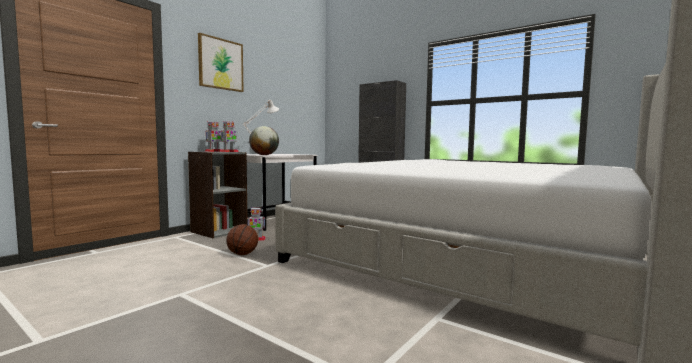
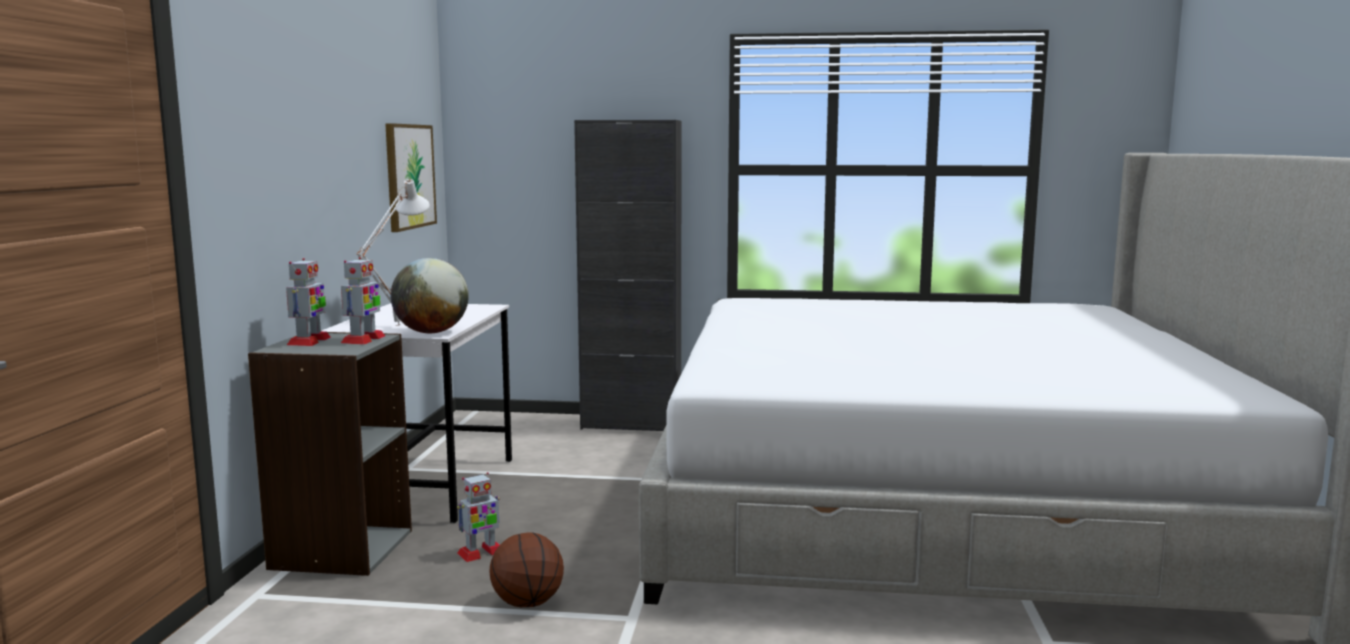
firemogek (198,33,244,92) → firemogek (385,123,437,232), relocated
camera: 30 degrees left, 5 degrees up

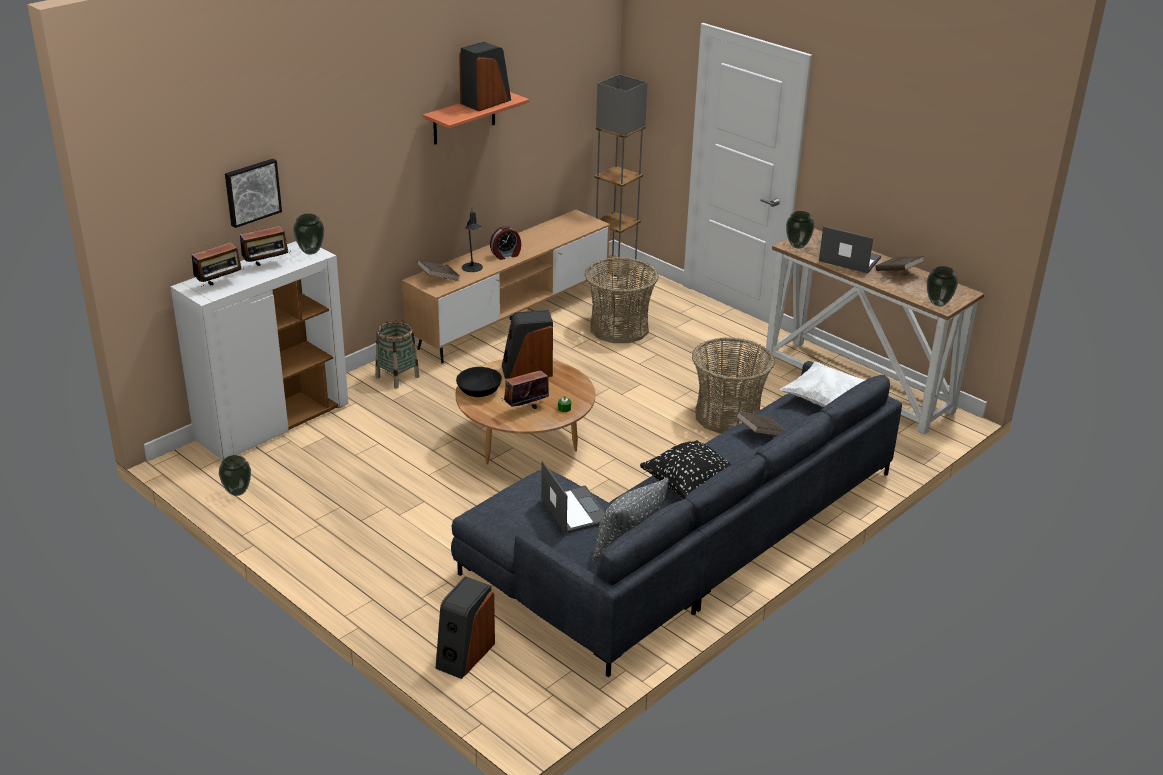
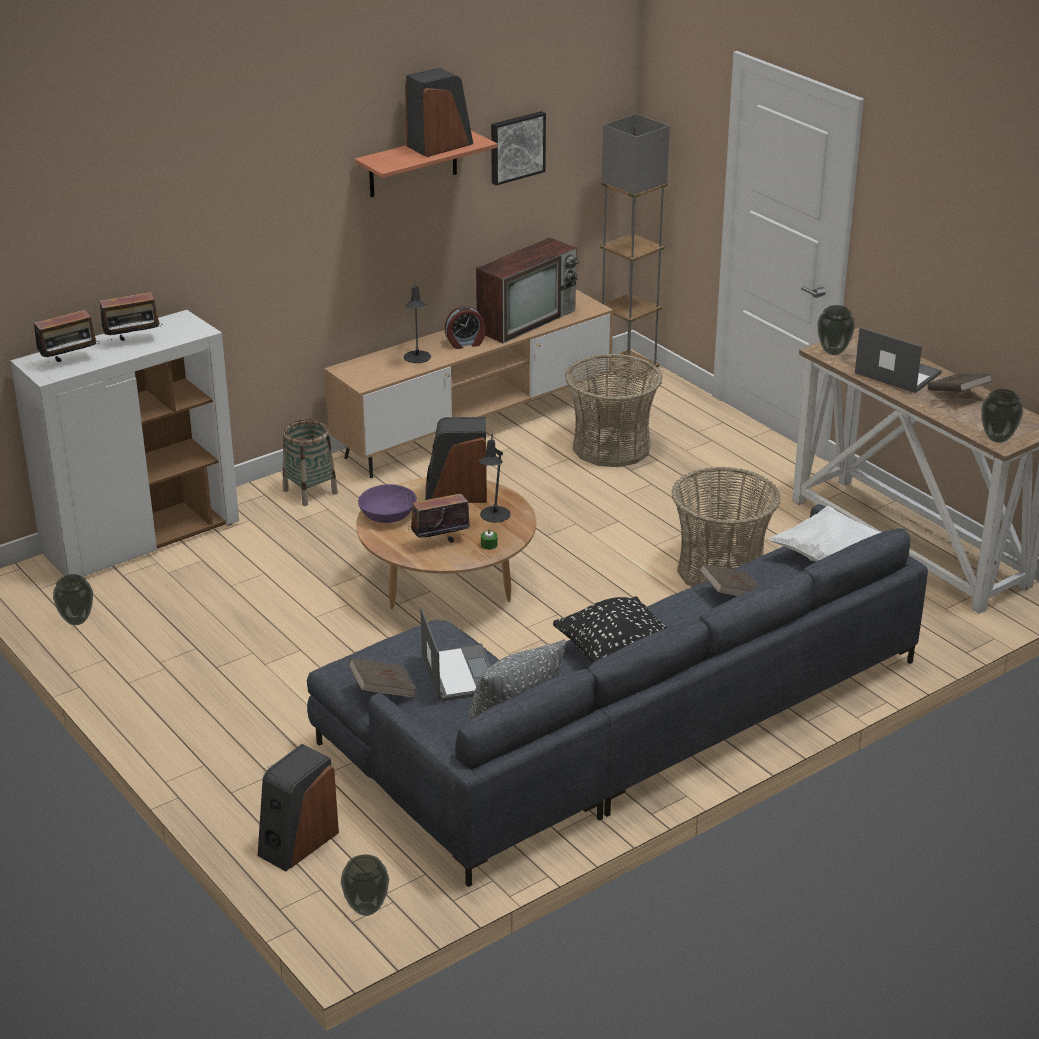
firemogek (225,159,282,228) → firemogek (491,111,546,185), relocated
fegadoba (293,214,324,254) → fegadoba (341,854,389,916), relocated
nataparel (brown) (417,259,460,281) → nataparel (brown) (349,658,417,698), relocated
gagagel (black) (456,367,502,397) → gagagel (purple) (358,484,417,523)
- → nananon (476,238,579,343)
- → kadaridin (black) (479,433,511,523)
camera: 10 degrees right, 0 degrees up

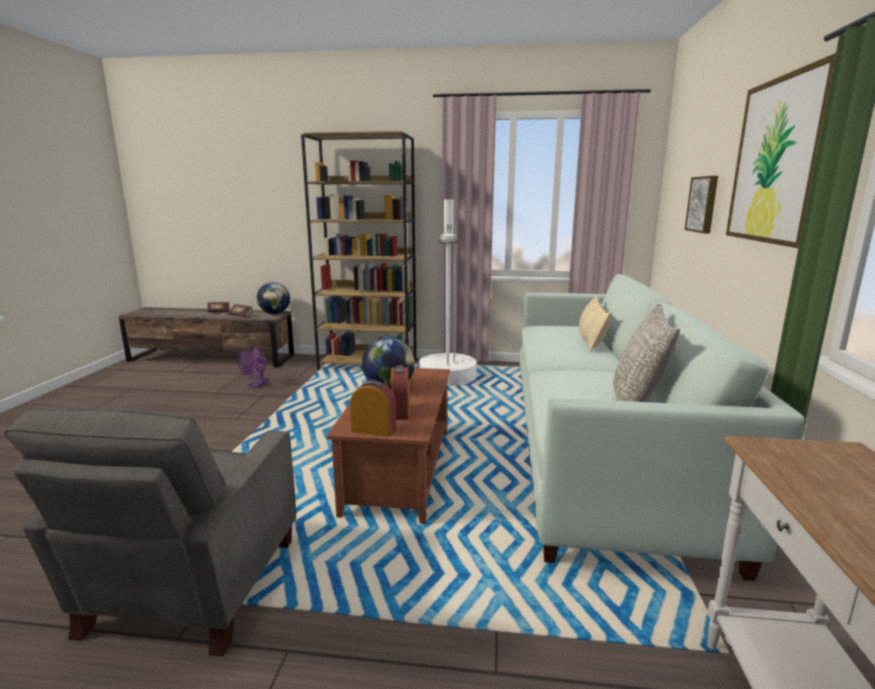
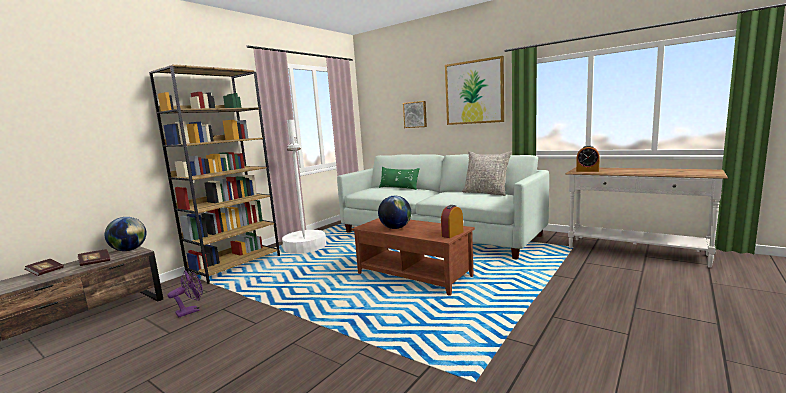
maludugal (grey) (4,408,296,657) → -
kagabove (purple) (238,346,269,388) → kagabove (purple) (167,270,203,318), 90 degrees counterclockwise
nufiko (391,365,409,420) → nufiko (576,145,600,172), relocated
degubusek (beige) (579,295,610,352) → degubusek (green) (379,167,420,190)
camera: 60 degrees left, 5 degrees down

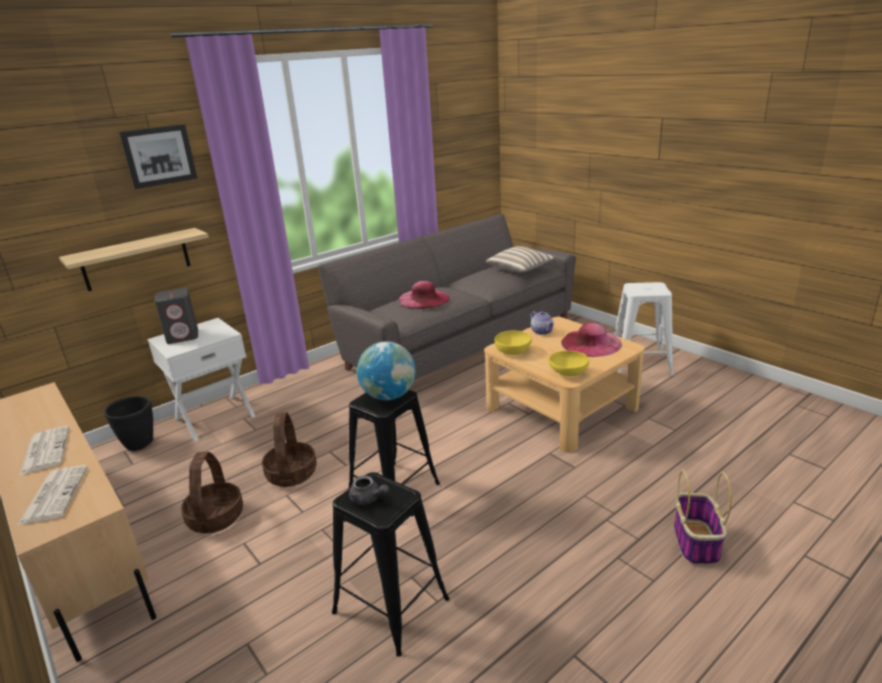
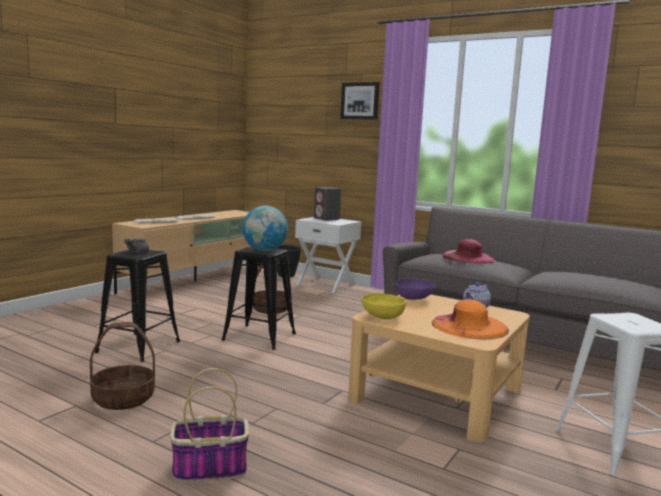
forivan (59,228,209,291) → -
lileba (181,452,243,534) → lileba (90,322,155,410), relocated
degubusek (485,246,556,273) → -
gagagel (yellow) (495,330,532,355) → gagagel (purple) (396,278,435,300)
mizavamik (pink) (561,323,622,357) → mizavamik (orange) (432,299,509,339)
camera: 70 degrees right, 15 degrees down

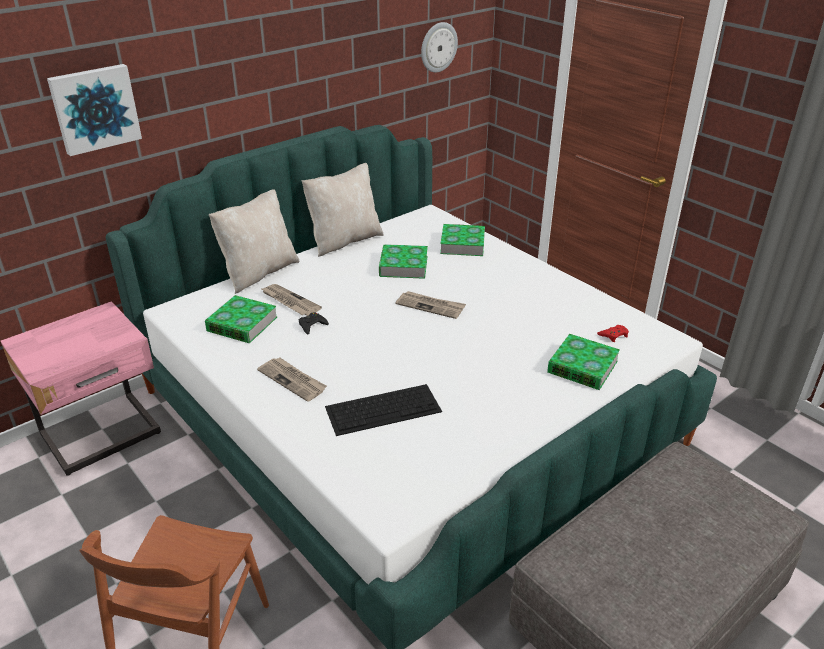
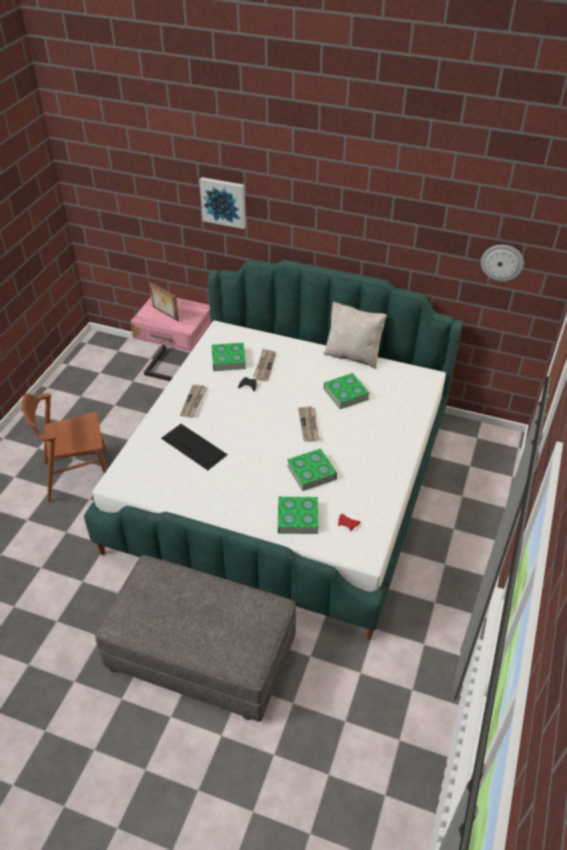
degubusek (beige) (209,189,299,294) → -
nataparel (440,224,485,256) → nataparel (287,449,337,491), relocated
- → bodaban (149,282,179,322)
camera: 60 degrees right, 10 degrees up

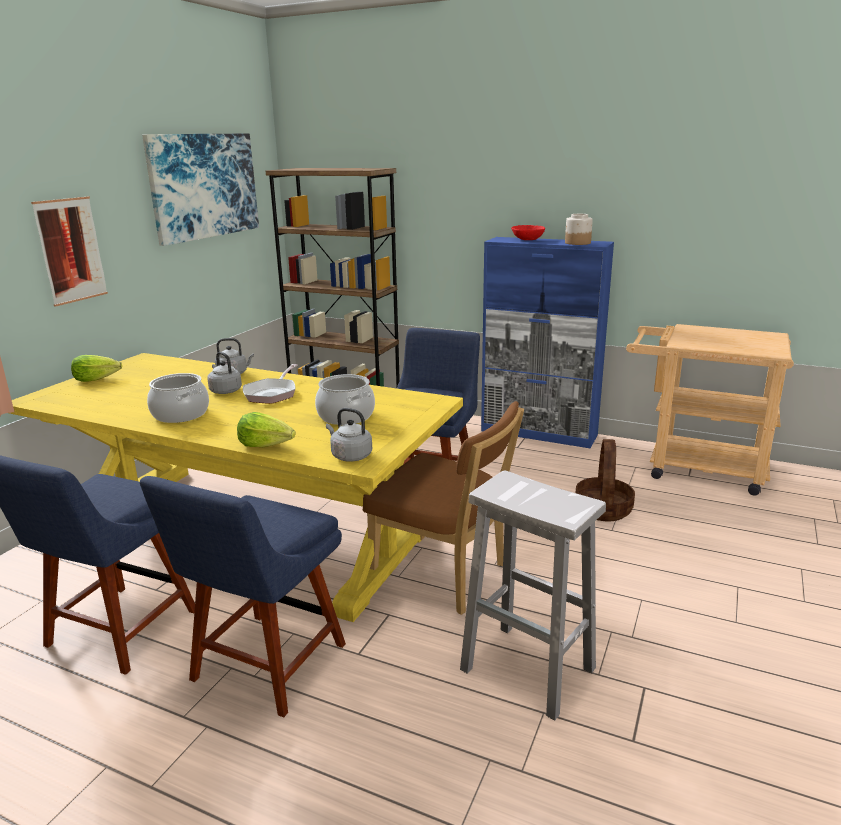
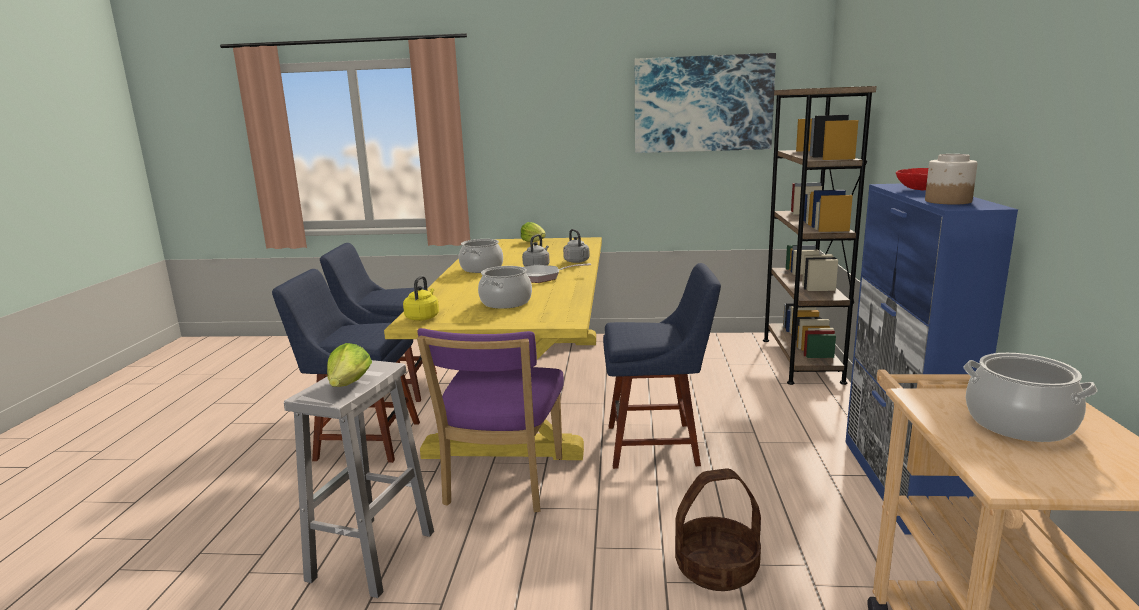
firemogek (31,196,108,307) → -
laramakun (237,412,296,447) → laramakun (327,343,372,387), relocated
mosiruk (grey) (326,408,372,462) → mosiruk (yellow) (403,276,439,321)
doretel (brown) (363,401,524,615) → doretel (purple) (417,328,564,512)
- → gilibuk (963,353,1097,442)
camera: 70 degrees right, 5 degrees down

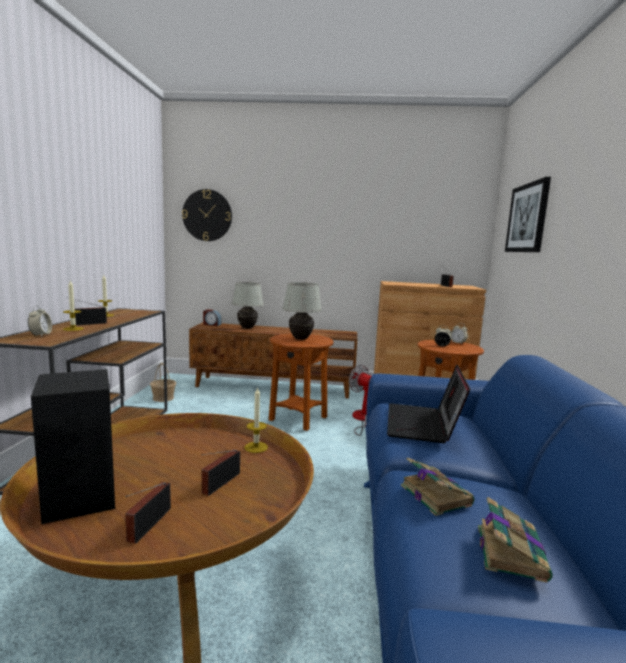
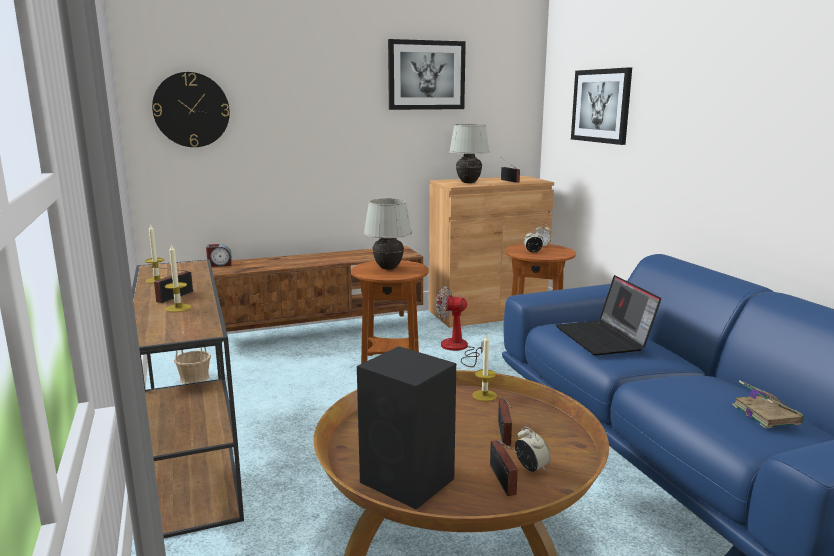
nufiko (28,306,52,337) → nufiko (515,426,551,472), relocated
kadaridin (white) (232,282,264,329) → kadaridin (white) (449,124,490,183), relocated
nataparel (401,457,474,516) → -
- → firemogek (388,39,466,110)
camera: 25 degrees left, 5 degrees up

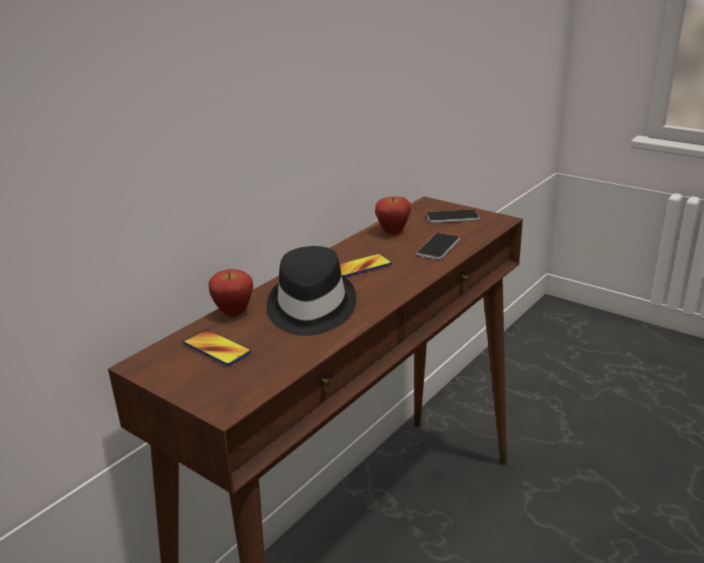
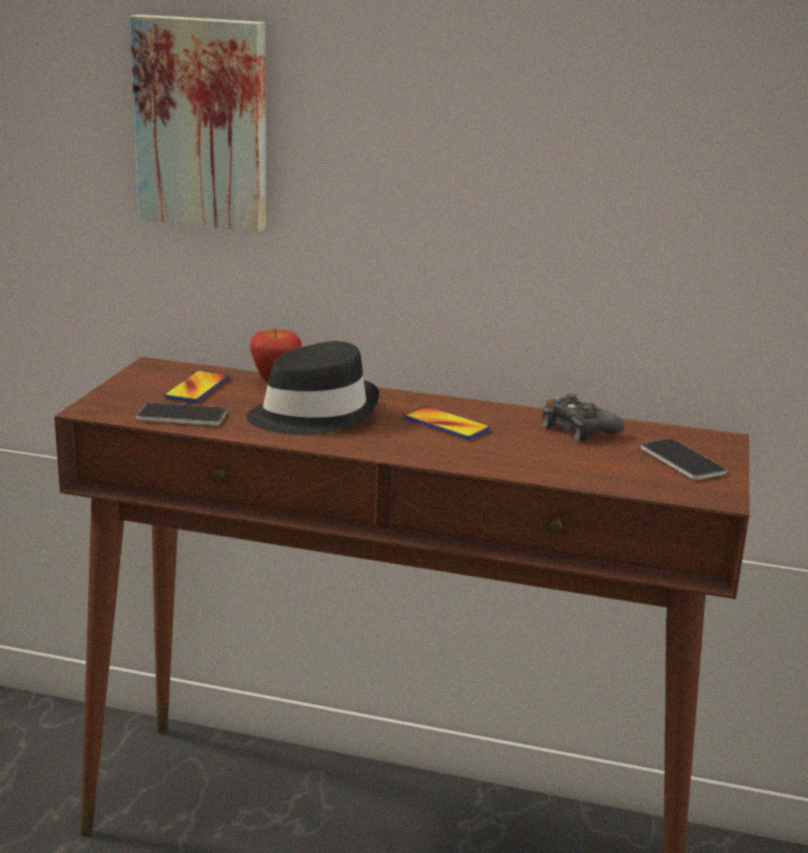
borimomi (375,196,411,235) → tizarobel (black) (542,394,625,441)
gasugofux (416,233,460,260) → gasugofux (136,403,227,426), relocated
- → firemogek (130,14,266,232)
camera: 65 degrees right, 5 degrees down

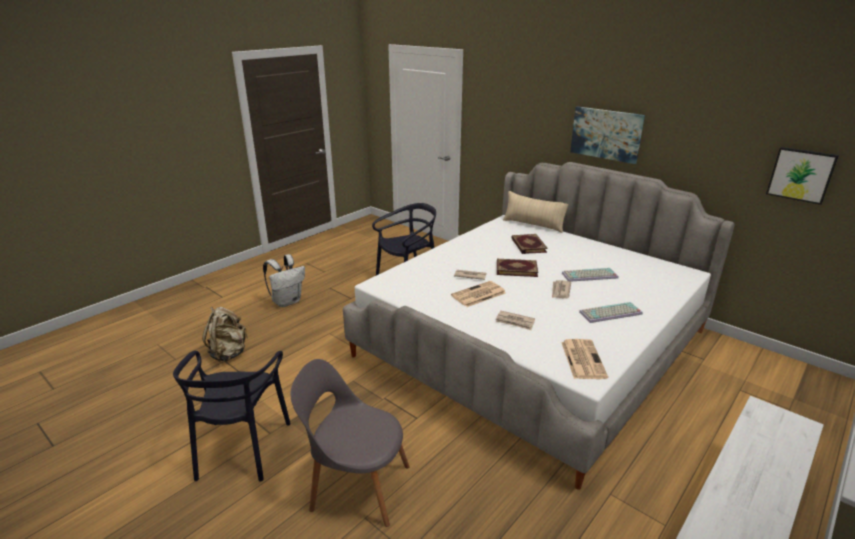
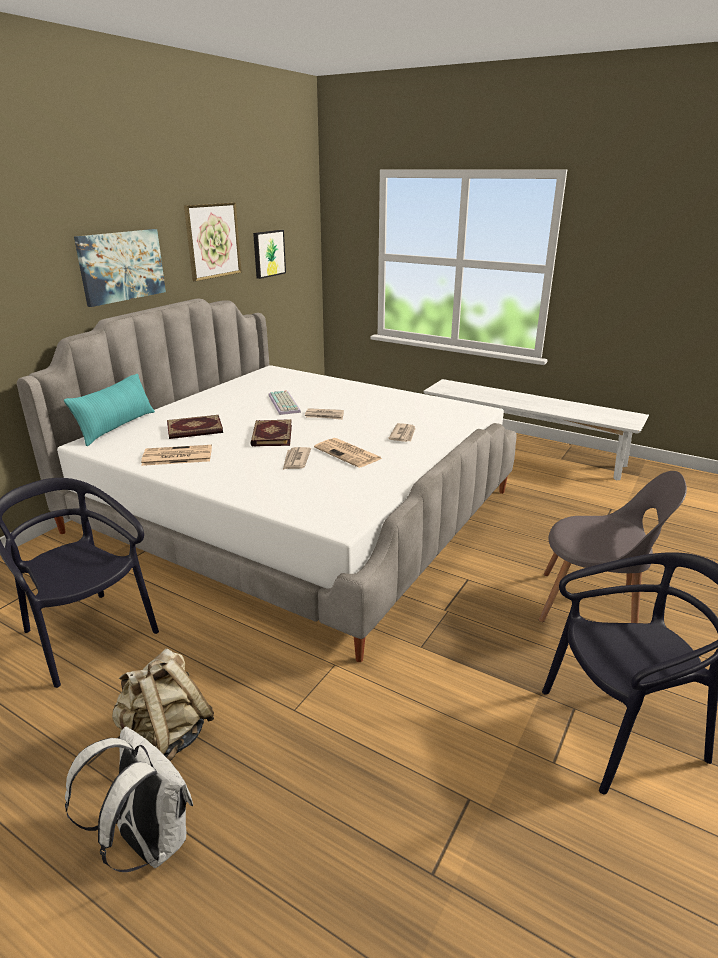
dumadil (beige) (202,307,248,362) → dumadil (beige) (112,649,214,761), relocated
doretel (grey) (290,359,410,527) → doretel (grey) (539,471,687,623), 75 degrees counterclockwise
degubusek (beige) (503,191,568,233) → degubusek (turquoise) (64,374,155,446)
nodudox (561,339,608,379) → nodudox (141,445,212,466), relocated
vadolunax (579,302,643,323) → -
- → firemogek (184,202,242,281)
camera: 100 degrees left, 0 degrees up

